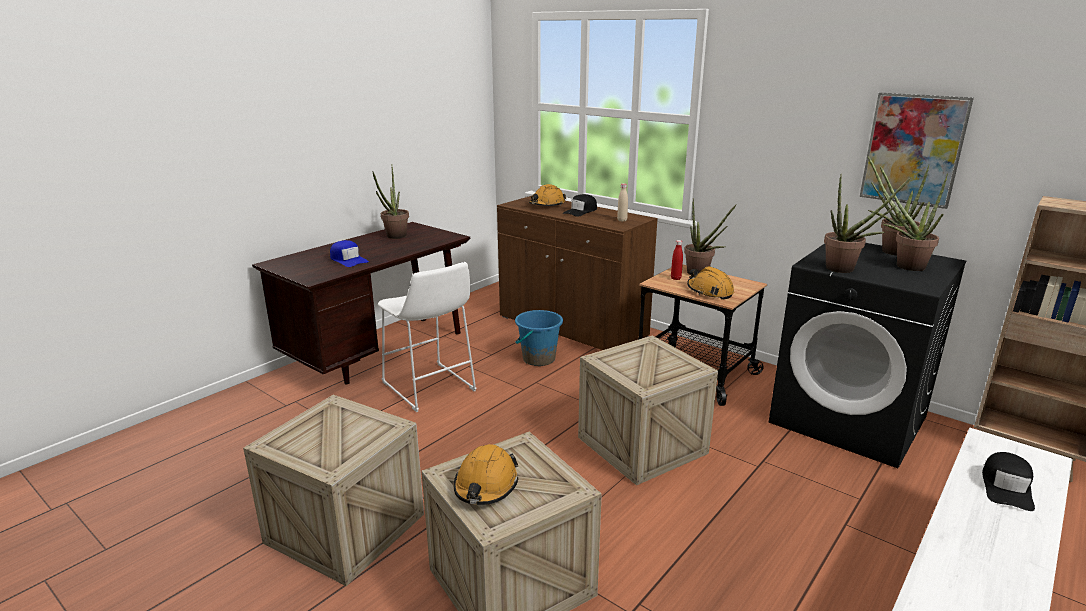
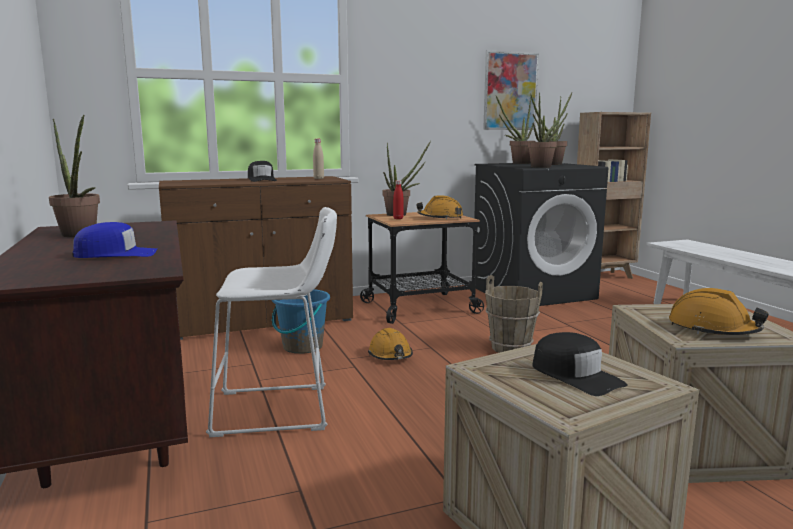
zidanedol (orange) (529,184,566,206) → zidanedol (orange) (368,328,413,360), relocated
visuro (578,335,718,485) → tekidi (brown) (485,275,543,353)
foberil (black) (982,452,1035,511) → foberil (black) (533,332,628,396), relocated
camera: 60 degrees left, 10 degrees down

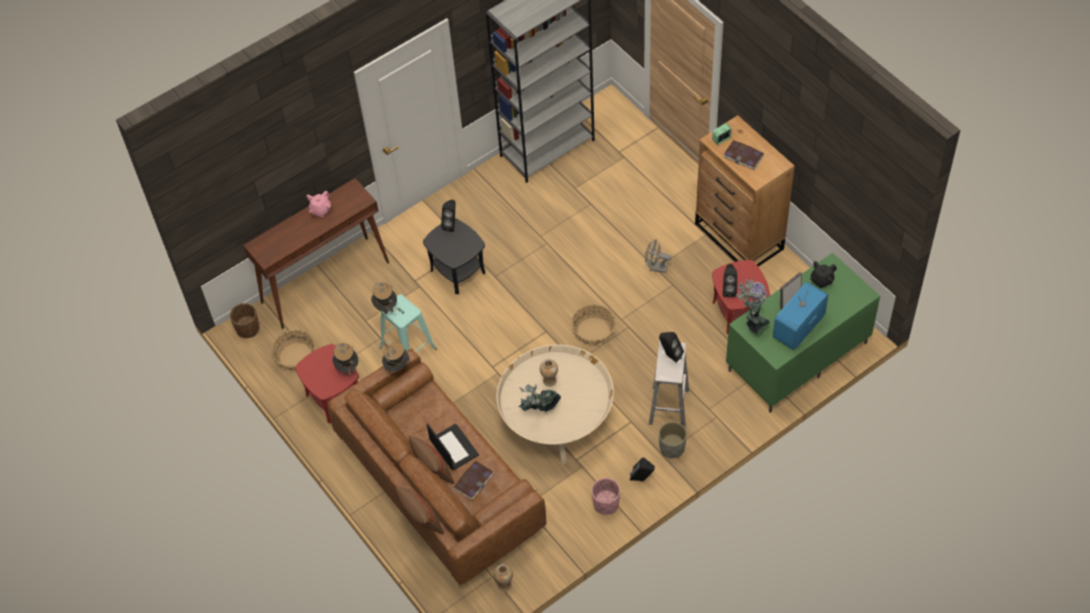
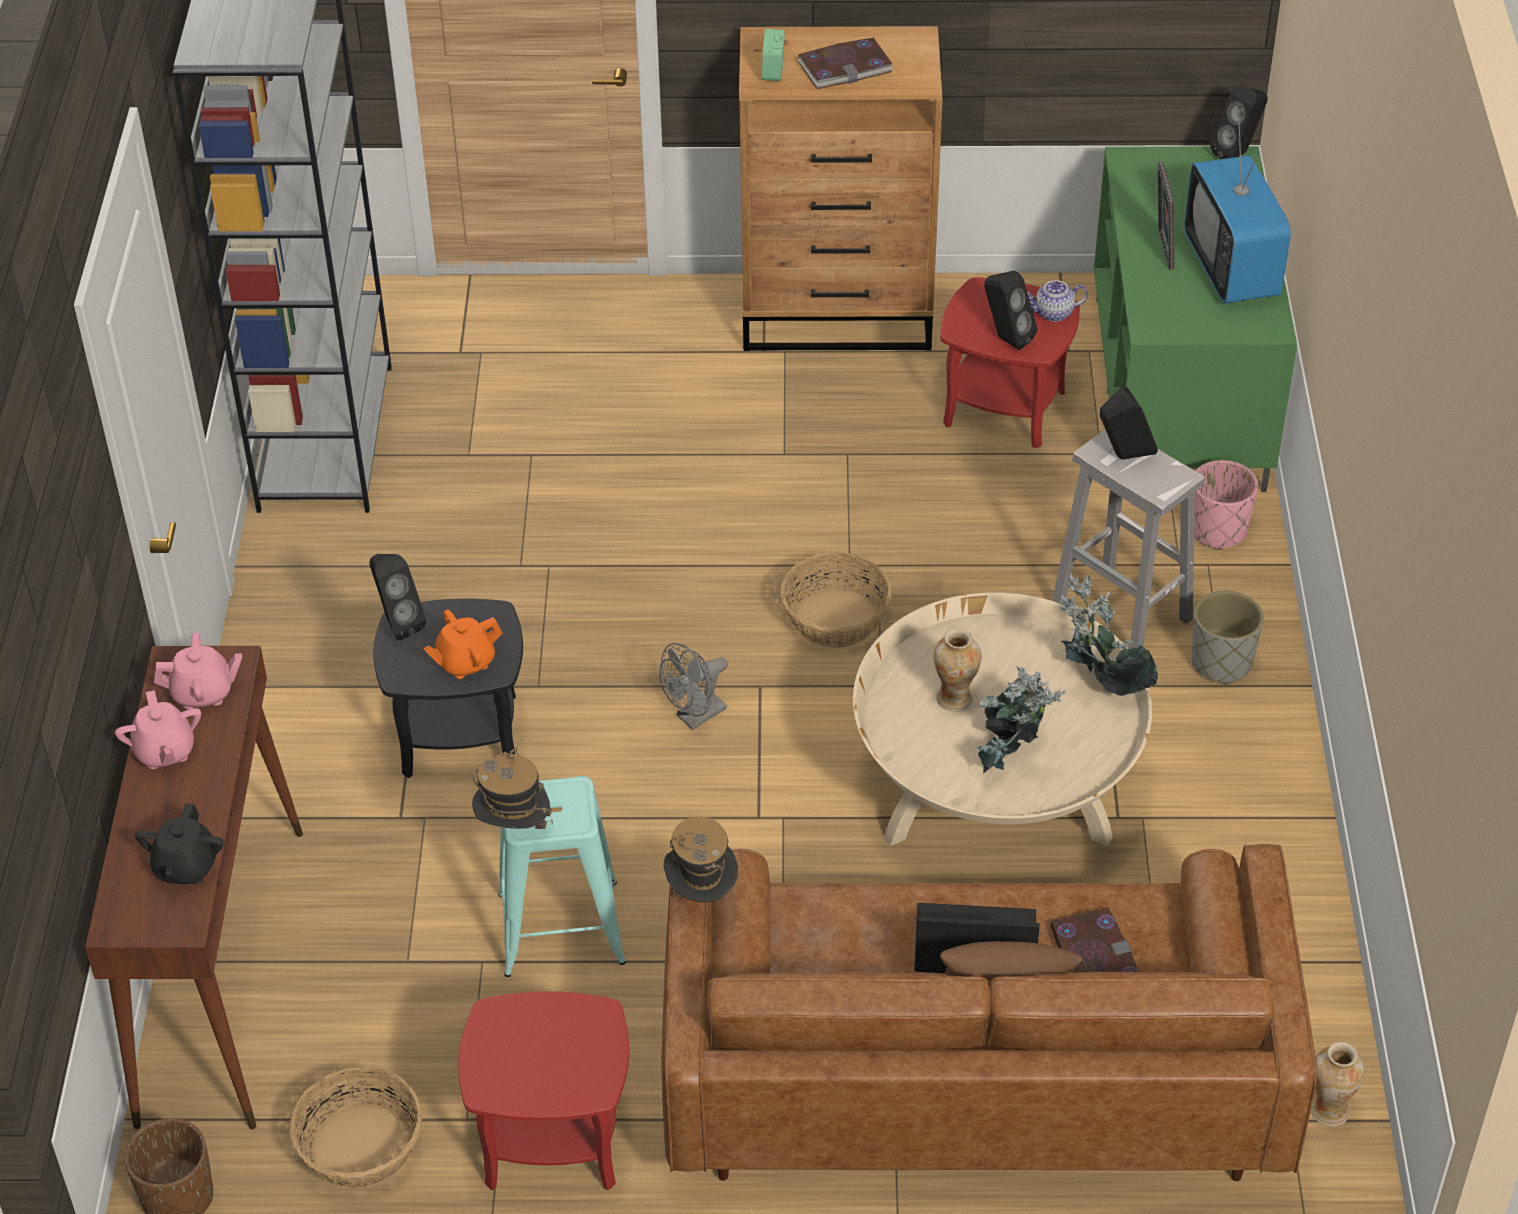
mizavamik (332,343,358,375) → -
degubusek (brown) (396,486,444,534) → -
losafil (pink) (591,478,620,515) → losafil (pink) (1194,460,1258,550), relocated
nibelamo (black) (630,458,655,481) → nibelamo (black) (1210,85,1268,159), relocated
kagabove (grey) (645,239,672,273) → kagabove (grey) (659,643,728,730), relocated
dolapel (736,278,770,334) → dolapel (1060,574,1158,696), relocated
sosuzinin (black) (810,261,837,288) → sosuzinin (black) (135,803,224,885), relocated
- → sosuzinin (pink) (154,633,242,709)
- → sosuzinin (orange) (423,610,503,679)
camera: 55 degrees left, 10 degrees down

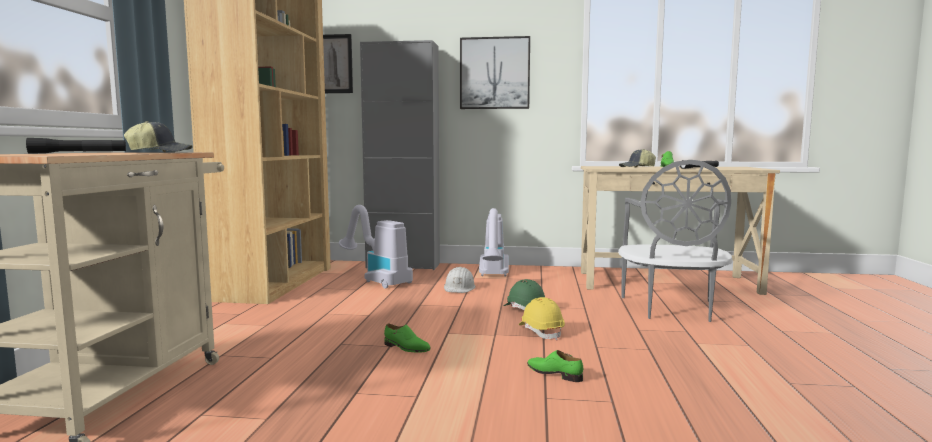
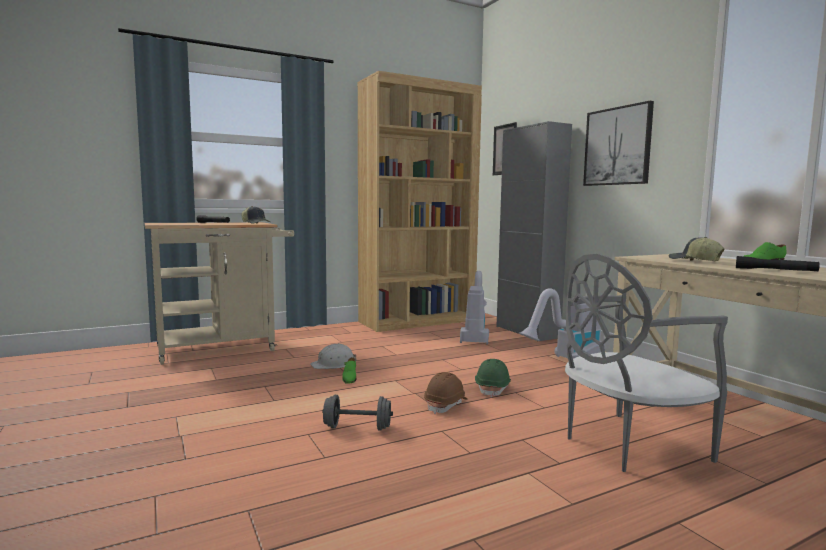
zidanedol (white) (444,267,476,293) → zidanedol (white) (310,343,356,369), relocated
zidanedol (yellow) (519,297,565,341) → zidanedol (brown) (424,372,467,414)
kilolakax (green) (527,350,583,382) → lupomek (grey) (322,395,393,431)
camera: 55 degrees right, 0 degrees up

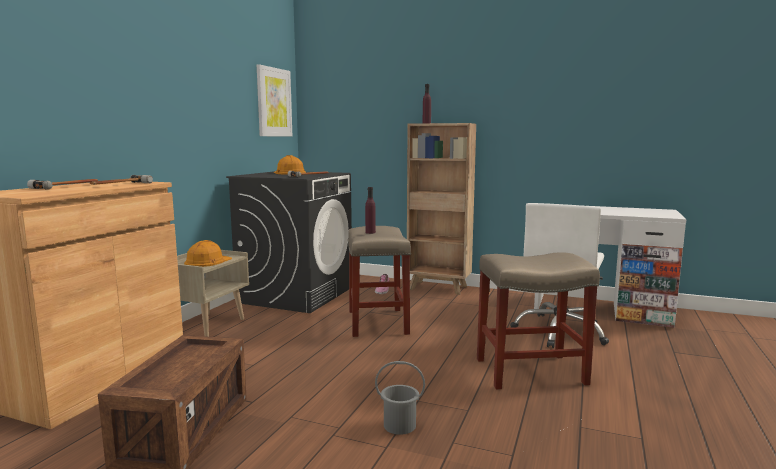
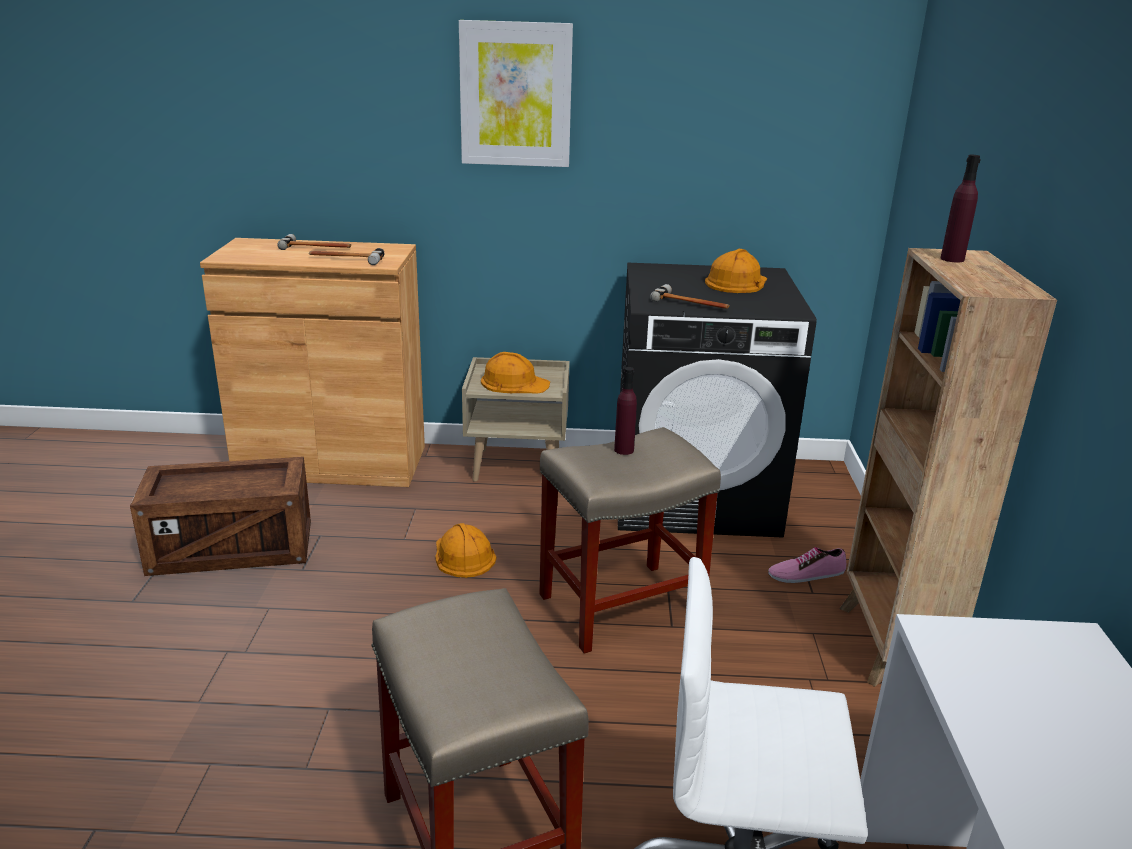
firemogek (257,64,292,136) → firemogek (459,20,573,167), relocated
tekidi (grey) (375,361,425,435) → -
- → zidanedol (orange) (435,523,496,578)
camera: 70 degrees right, 15 degrees up

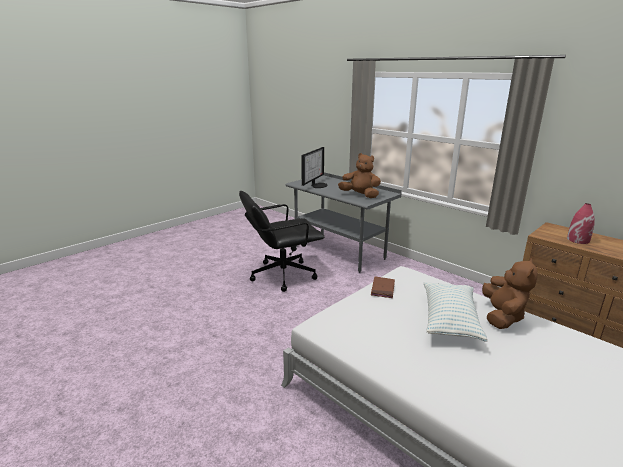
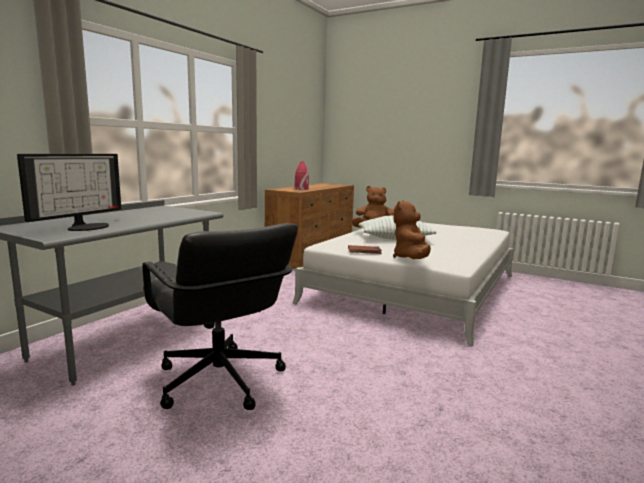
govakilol (301,147,327,188) → govakilol (17,154,121,231), 105 degrees clockwise
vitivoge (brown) (338,153,381,198) → vitivoge (brown) (393,200,431,259), relocated
camera: 105 degrees left, 10 degrees down

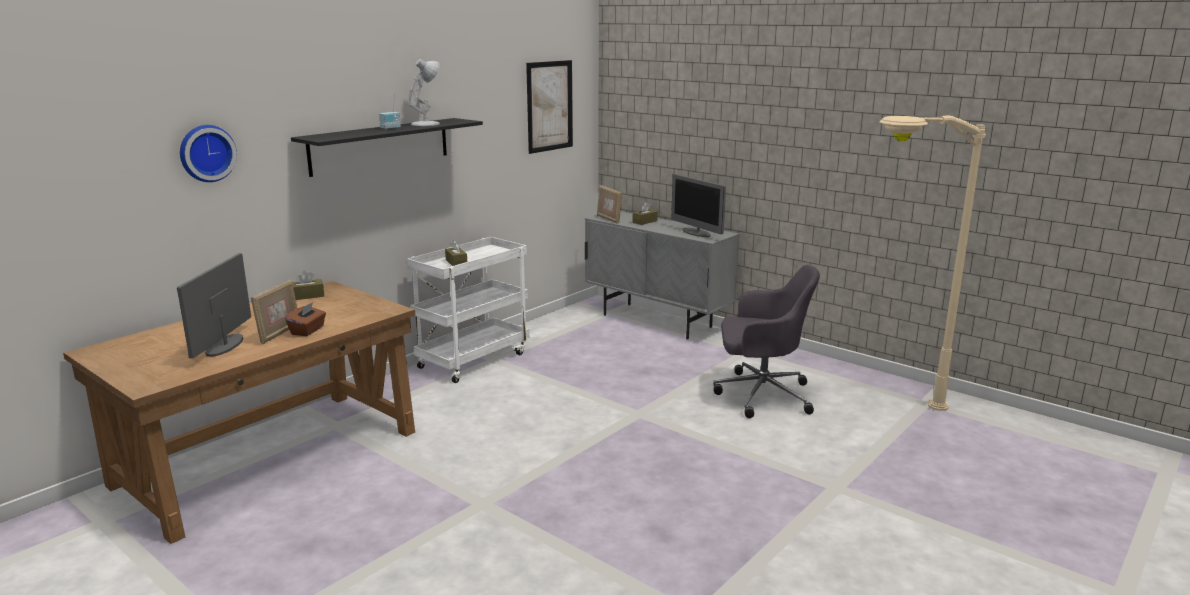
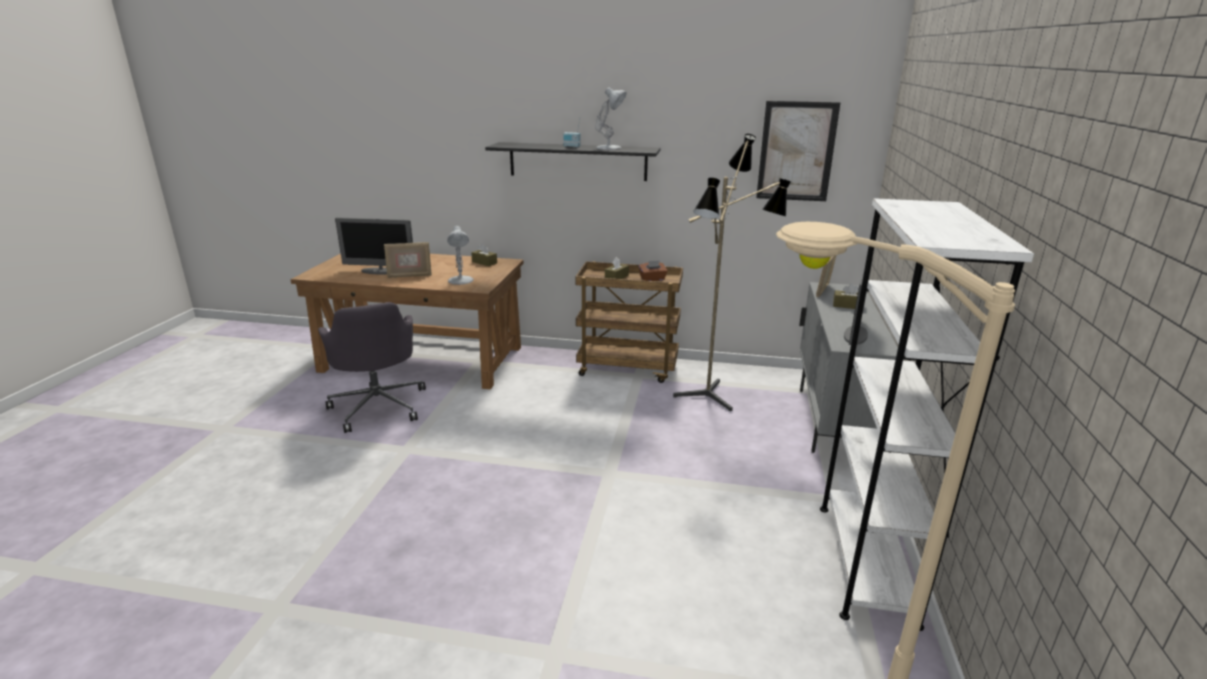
govakilol (177,253,251,358) → govakilol (335,217,413,274), 150 degrees counterclockwise
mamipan (180,125,237,182) → -
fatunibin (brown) (286,302,326,336) → fatunibin (brown) (639,261,668,281), relocated
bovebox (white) (407,237,529,383) → bovebox (brown) (575,261,683,383)
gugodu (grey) (713,265,820,418) → gugodu (grey) (318,302,426,433), relocated
- → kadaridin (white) (447,226,474,285)
- → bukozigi (673,134,791,411)
- → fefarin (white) (820,198,1034,631)
camera: 60 degrees right, 5 degrees up

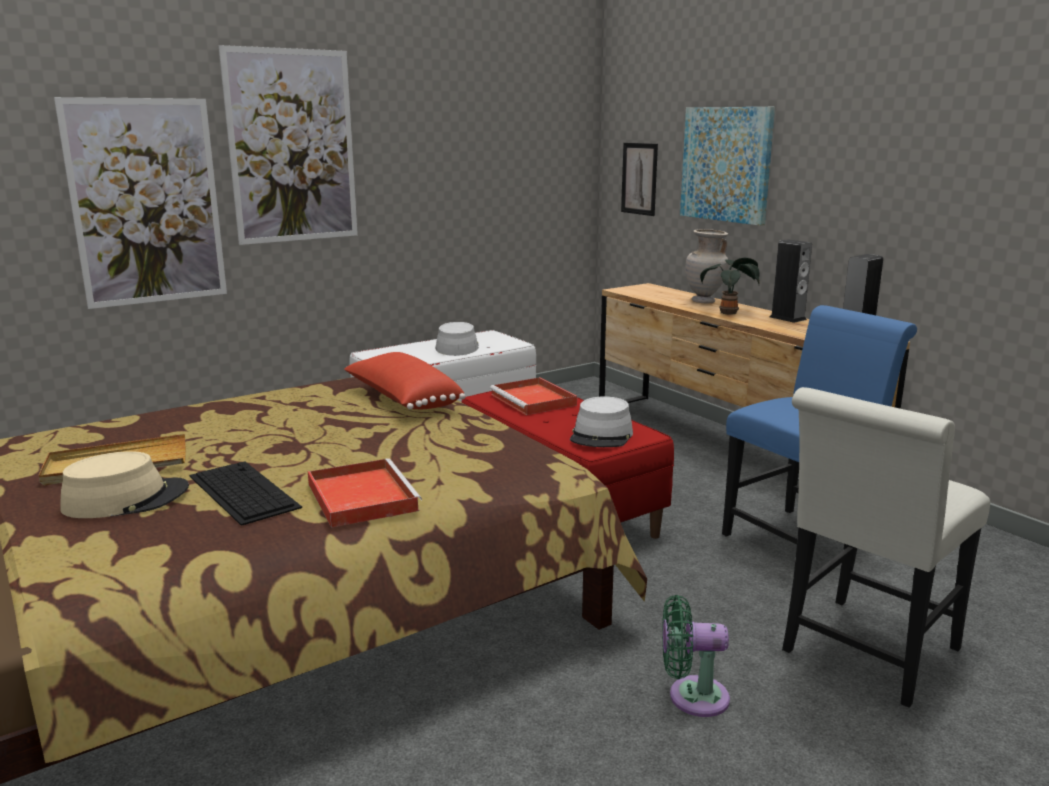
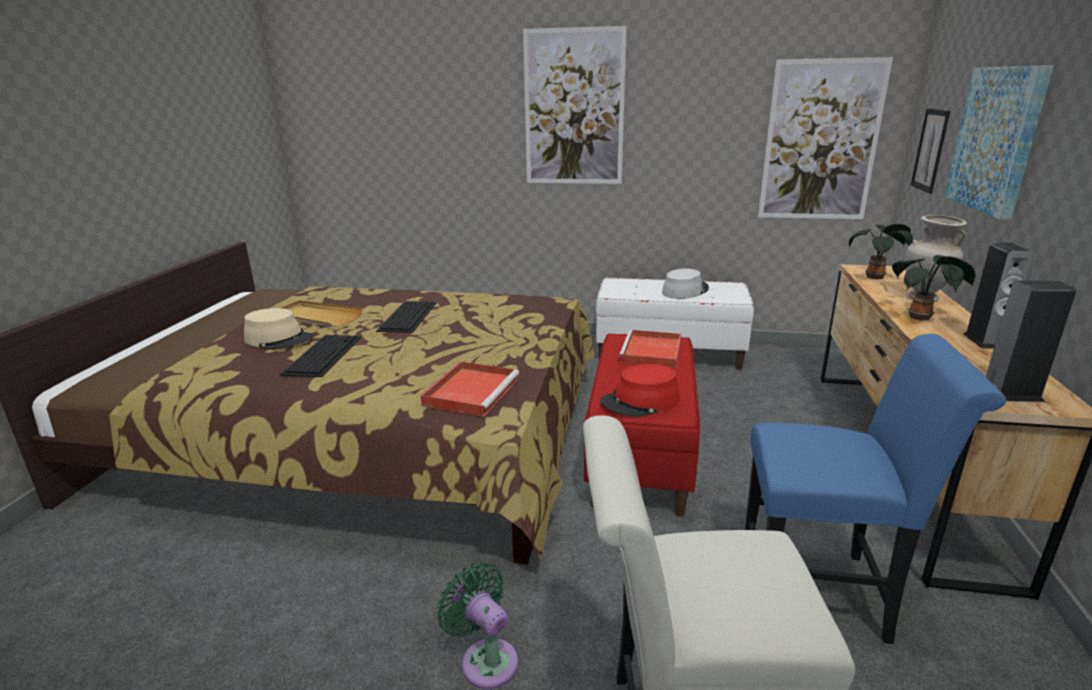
firemogek (54,97,227,309) → firemogek (758,57,893,219), relocated
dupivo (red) (308,458,422,528) → dupivo (red) (420,361,519,417), relocated
degubusek (red) (344,352,466,409) → -
mizavamik (grey) (570,396,633,447) → mizavamik (red) (600,364,680,417)
- → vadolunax (376,301,437,333)
- → dolapel (849,224,913,279)
camera: 45 degrees right, 5 degrees up

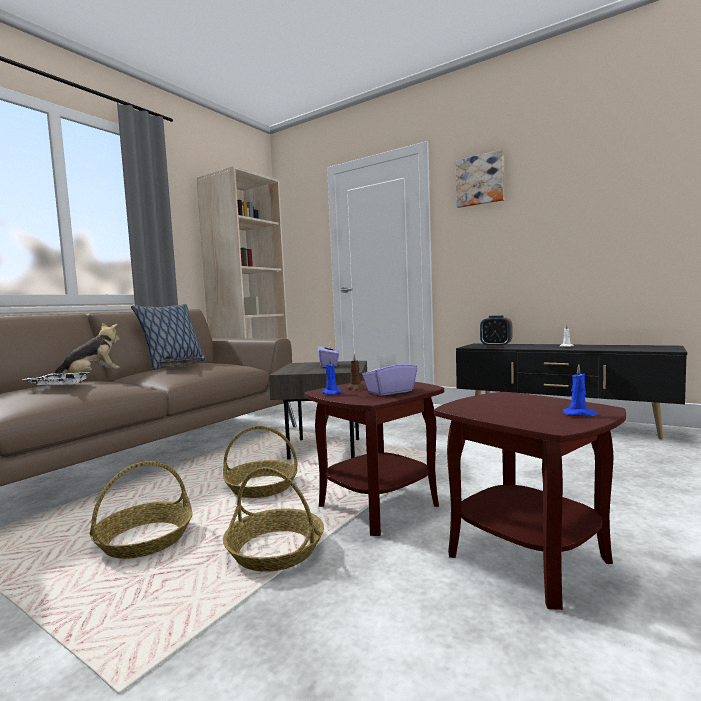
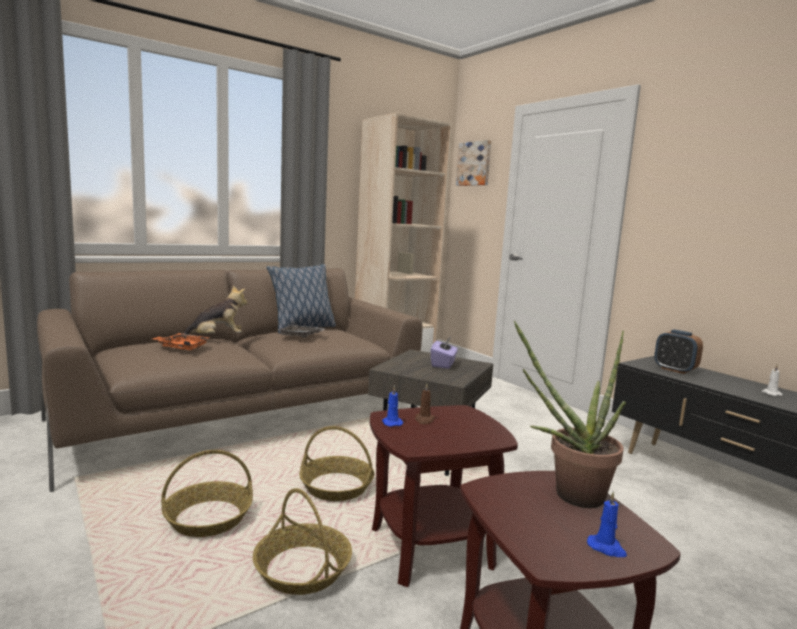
dupivo (white) (22,372,90,385) → dupivo (orange) (153,333,209,350)
fatunibin (purple) (362,354,417,396) → -
firemogek (456,150,504,208) → firemogek (456,140,491,186), relocated
- → dolapel (514,320,626,508)
camera: 20 degrees right, 5 degrees up

